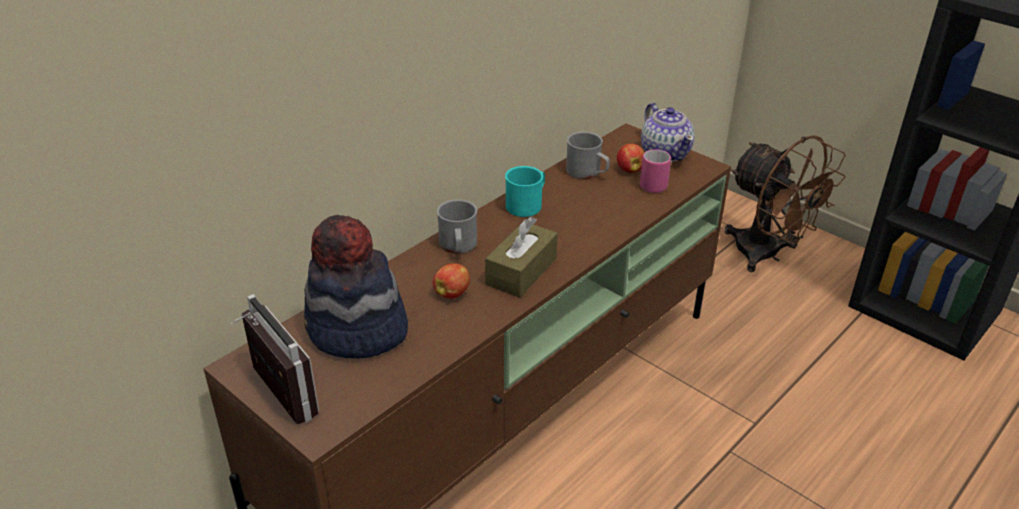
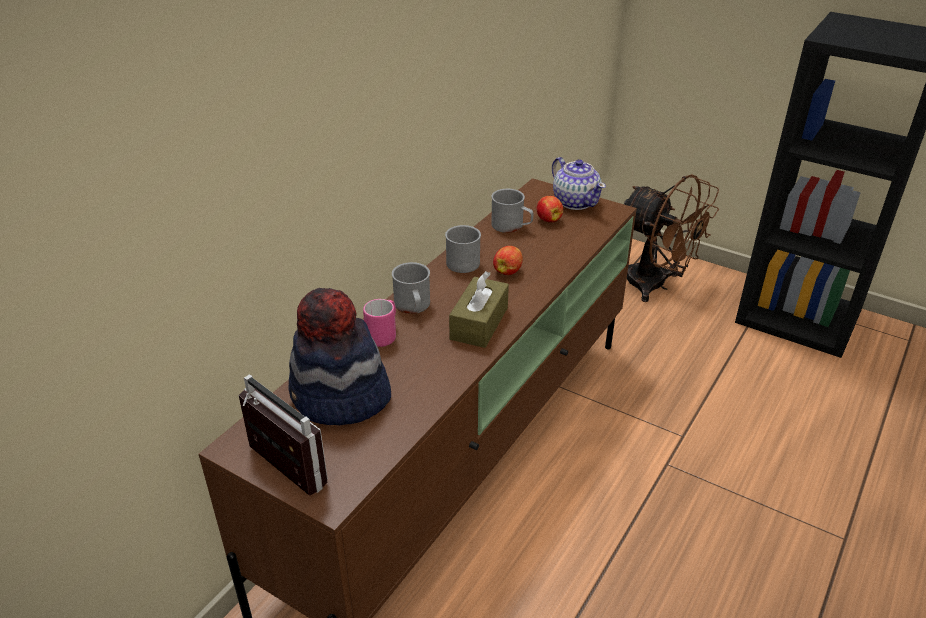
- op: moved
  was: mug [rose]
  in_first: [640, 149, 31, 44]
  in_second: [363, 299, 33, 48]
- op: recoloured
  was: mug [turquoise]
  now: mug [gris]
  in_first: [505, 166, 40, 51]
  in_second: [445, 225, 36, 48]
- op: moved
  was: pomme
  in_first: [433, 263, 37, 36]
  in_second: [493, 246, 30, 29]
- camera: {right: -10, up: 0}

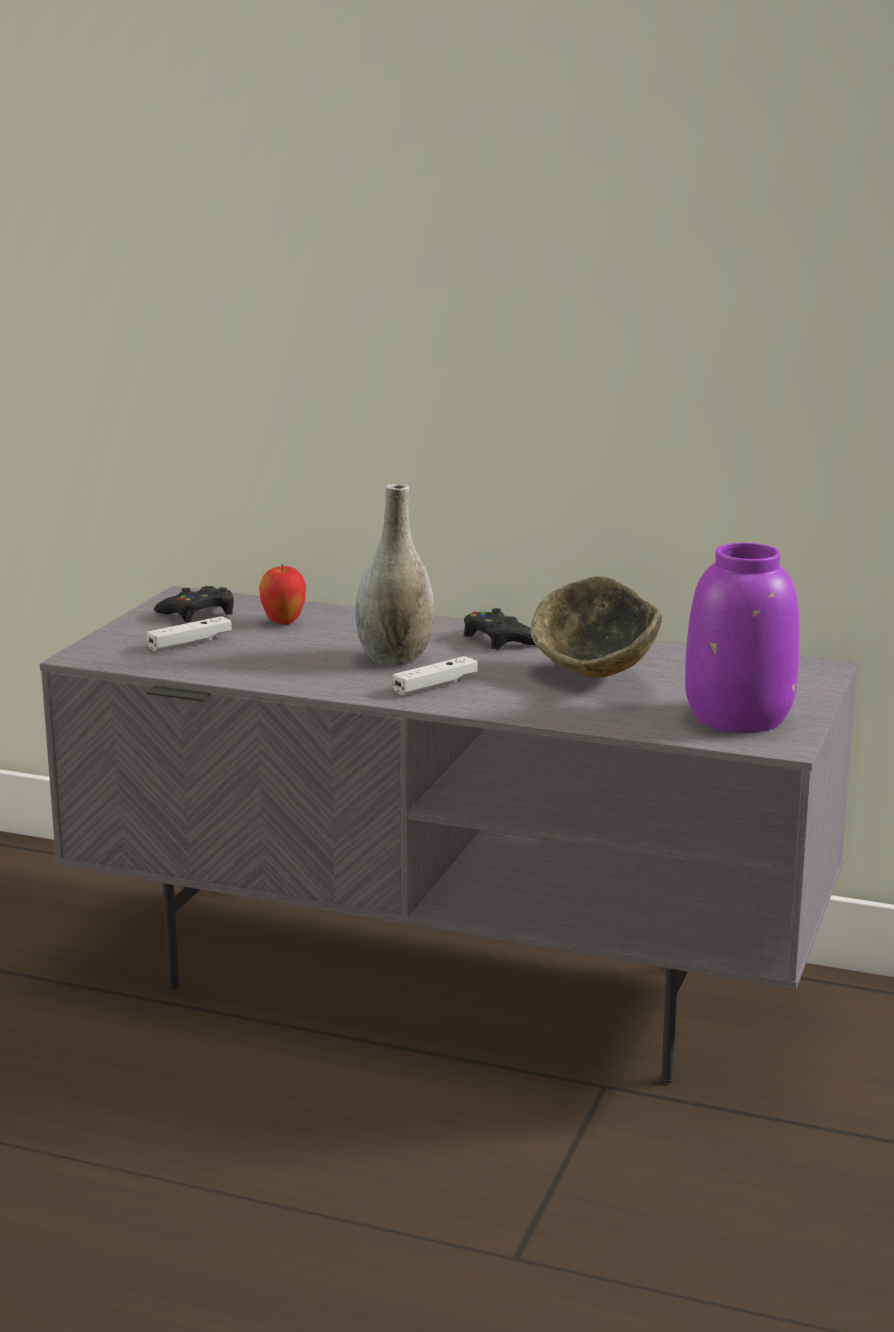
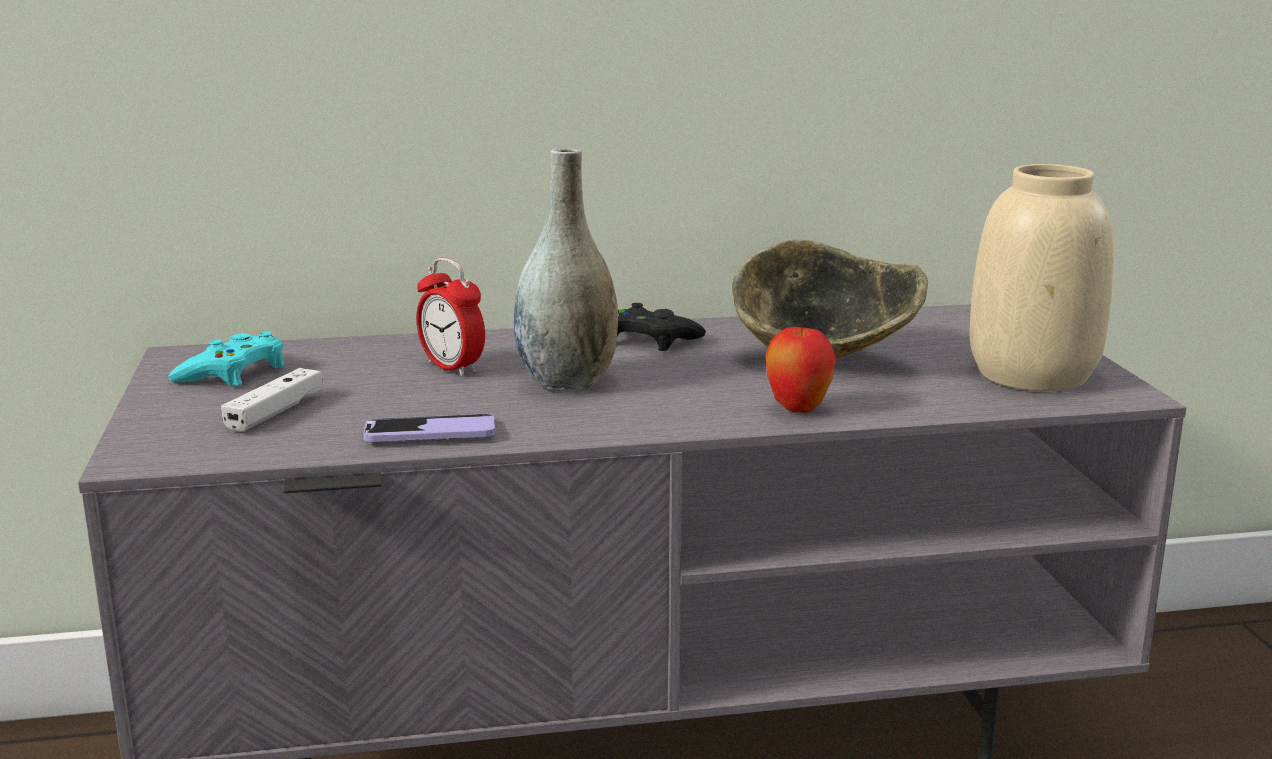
- op: recoloured
  was: manette [noir]
  now: manette [turquoise]
  in_first: [154, 586, 80, 36]
  in_second: [168, 332, 117, 54]
- op: added
  now: téléphone
  in_second: [363, 414, 132, 28]
- op: added
  now: réveil
  in_second: [416, 258, 69, 118]
- op: moved
  was: pomme
  in_first: [259, 564, 47, 61]
  in_second: [765, 324, 71, 89]
- op: recoloured
  was: vase [violet]
  now: vase [beige]
  in_first: [685, 543, 115, 190]
  in_second: [969, 164, 144, 227]
- op: removed
  was: manette [blanc]
  in_first: [392, 656, 86, 40]
- camera: {right: -30, up: 0}

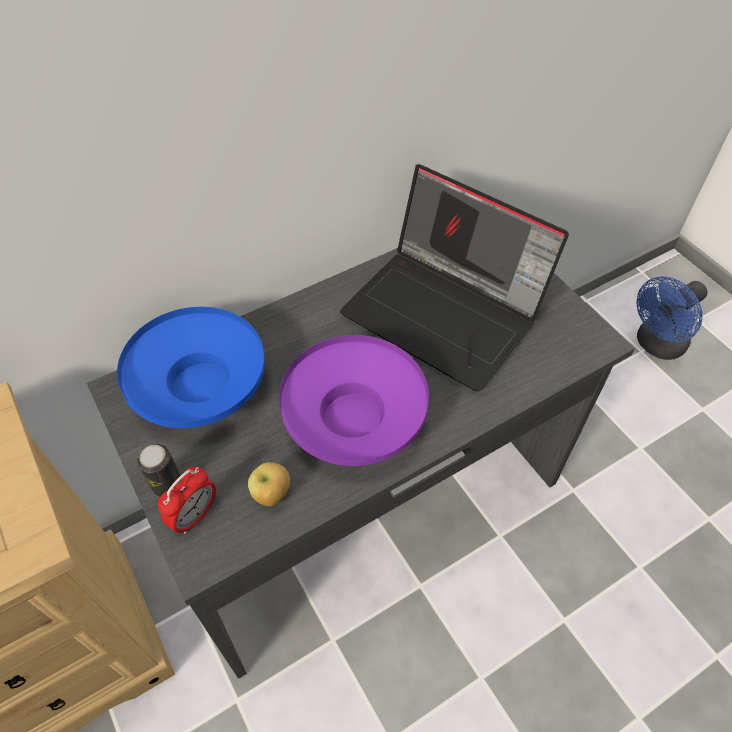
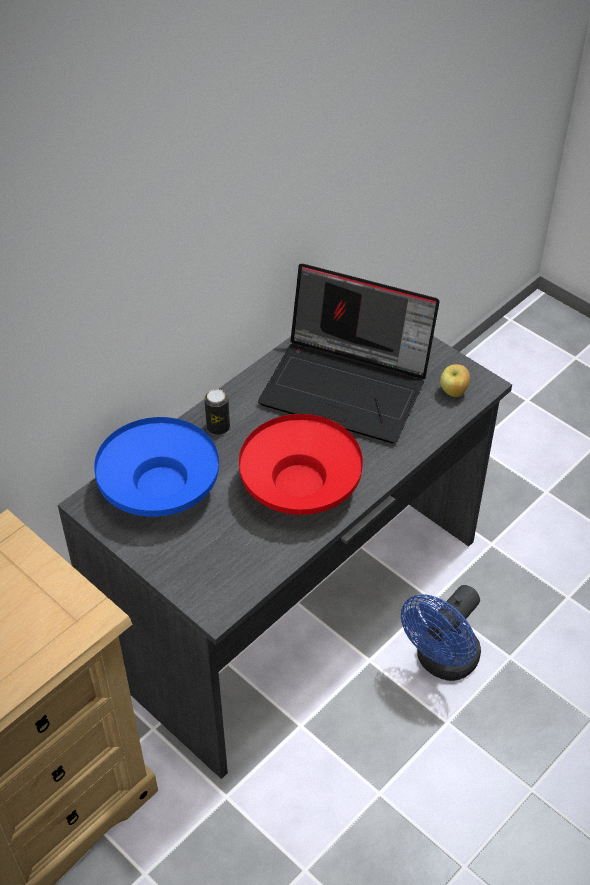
- op: moved
  was: boîte métallique
  in_first: [137, 444, 45, 53]
  in_second: [204, 389, 26, 46]
- op: recoloured
  was: bol [violet]
  now: bol [rouge]
  in_first: [279, 335, 150, 131]
  in_second: [239, 414, 124, 101]
- op: moved
  was: ventilateur [bleu]
  in_first: [637, 276, 71, 84]
  in_second: [401, 585, 80, 96]
- op: moved
  was: pomme
  in_first: [248, 462, 42, 44]
  in_second: [440, 364, 30, 33]
- op: removed
  was: réveil
  in_first: [158, 467, 58, 67]
- camera: {right: -15, up: -5}

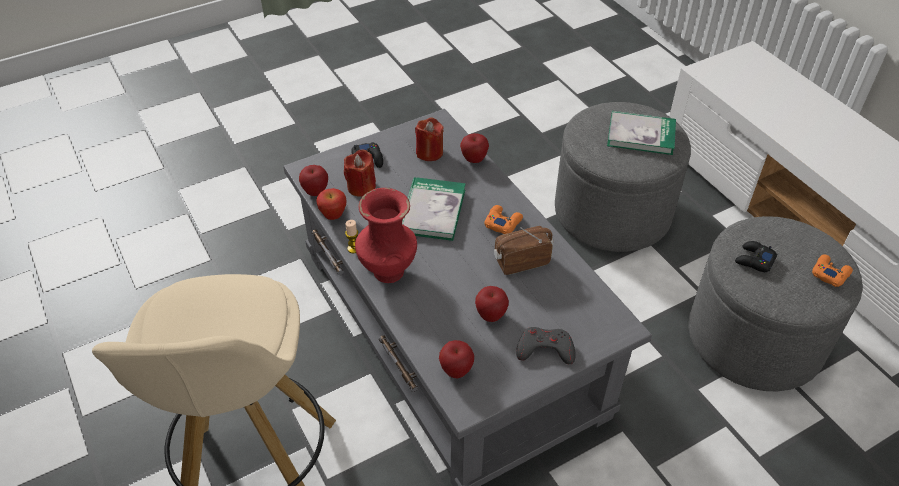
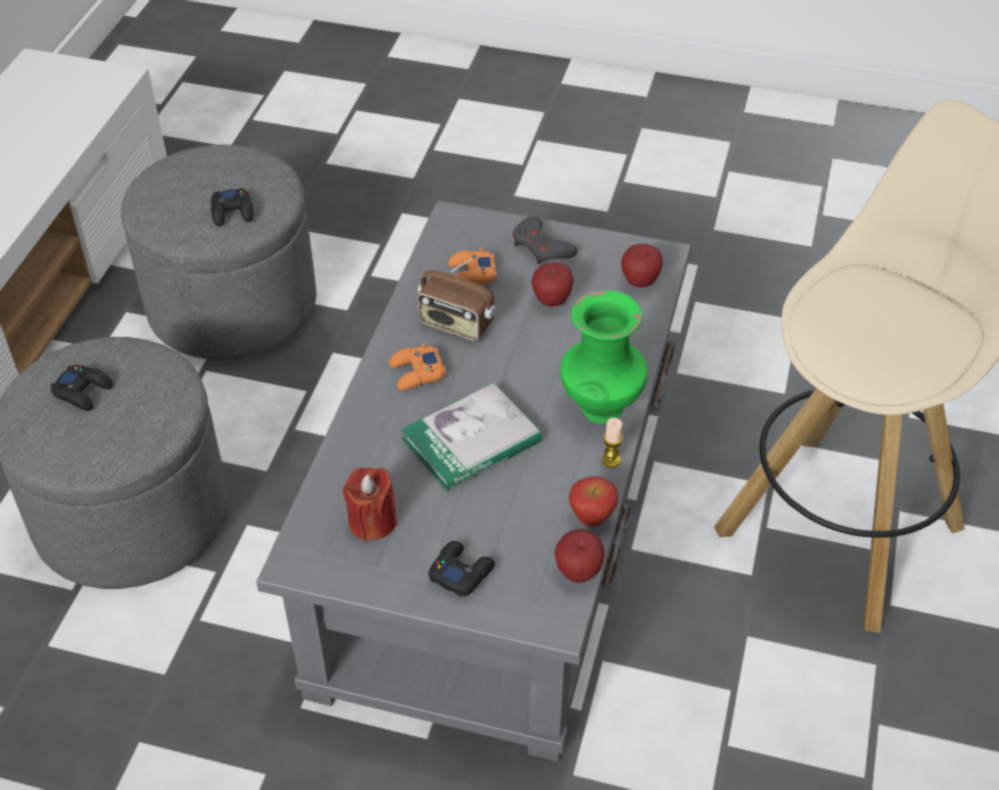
- op: replaced
  was: livre
  now: manette [noir]
  in_first: [607, 111, 69, 44]
  in_second: [50, 365, 63, 46]
- op: moved
  was: manette [orange]
  in_first: [812, 254, 41, 33]
  in_second: [448, 248, 49, 36]
- op: recoloured
  was: vase [rouge]
  now: vase [vert]
  in_first: [355, 188, 62, 95]
  in_second: [560, 290, 88, 134]
- op: removed
  was: bougie [rouge]
  in_first: [344, 150, 32, 47]
- op: removed
  was: pomme
  in_first: [460, 133, 29, 30]
- camera: {right: -135, up: 0}

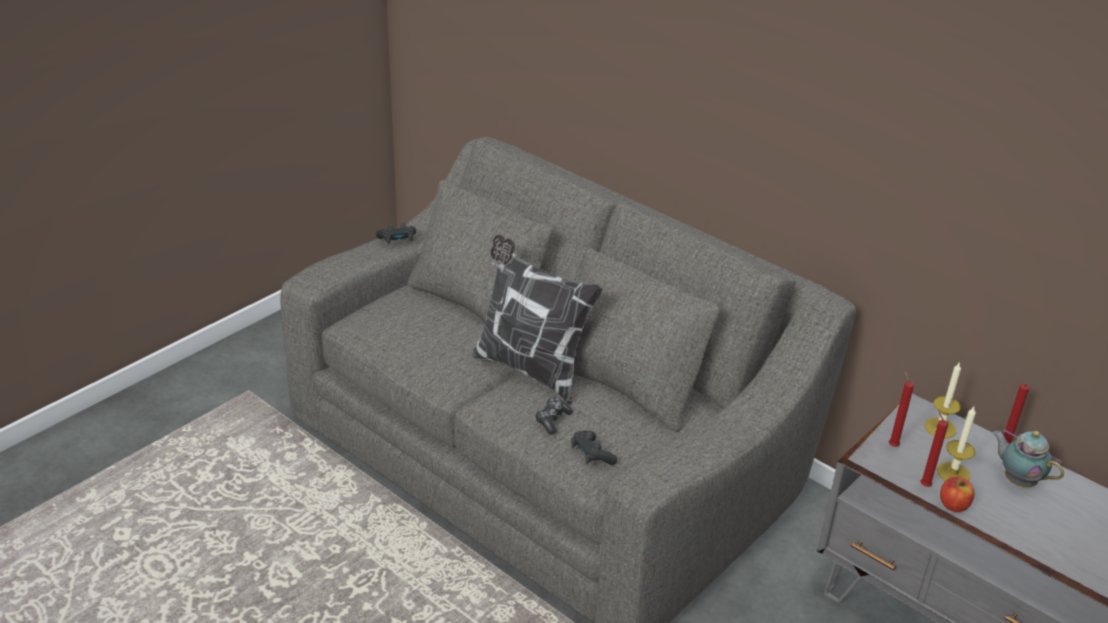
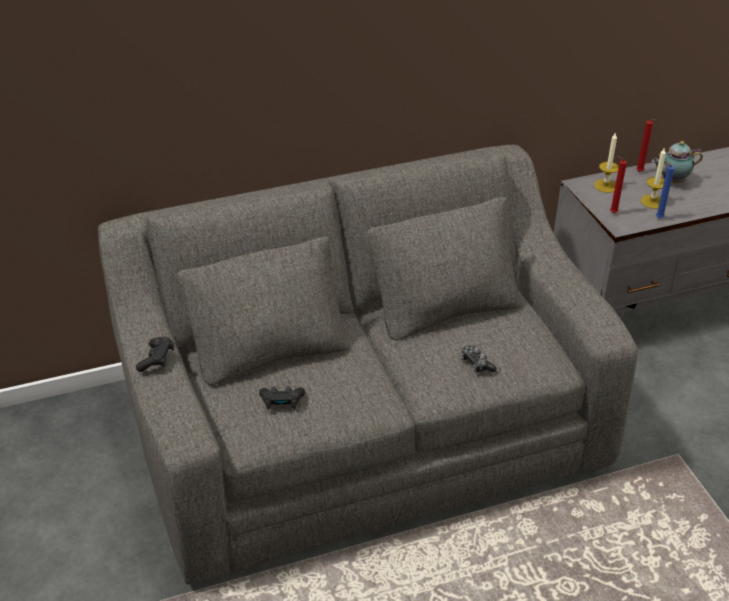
- op: moved
  was: manette [noir]
  in_first: [571, 431, 46, 34]
  in_second: [259, 386, 46, 24]
- op: recoloured
  was: bougie [rouge]
  now: bougie [bleu]
  in_first: [921, 410, 27, 77]
  in_second: [656, 161, 18, 58]
- op: removed
  was: coussin
  in_first: [472, 234, 131, 171]
- op: removed
  was: pomme
  in_first: [940, 477, 34, 35]
- camera: {right: -60, up: 5}

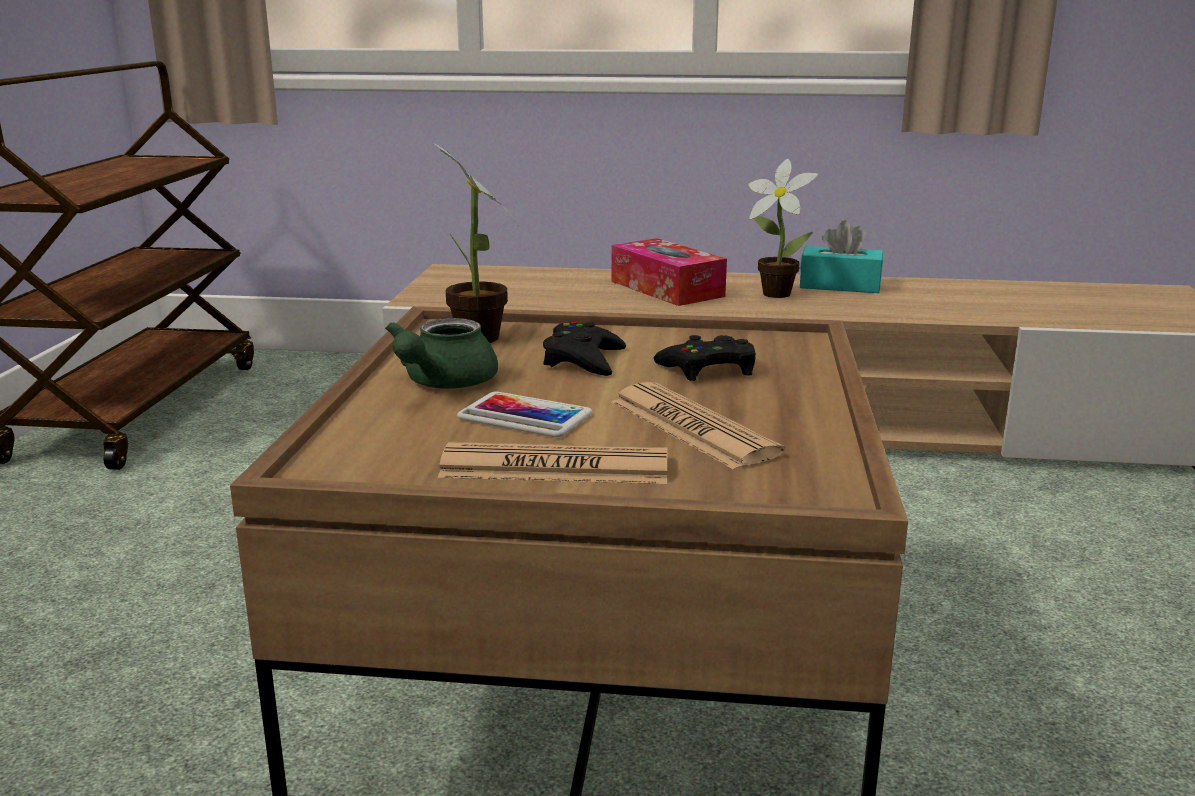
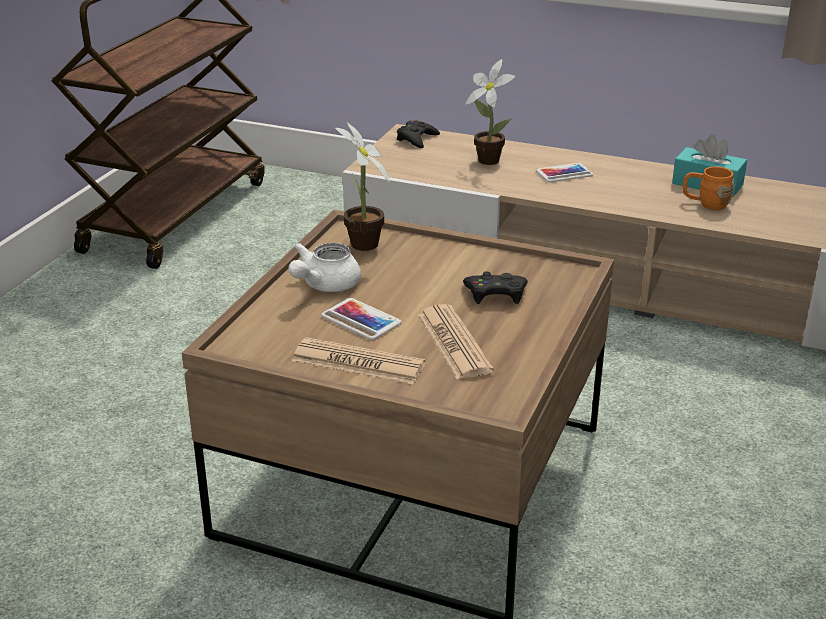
- op: recoloured
  was: théière [vert]
  now: théière [blanc]
  in_first: [385, 318, 113, 71]
  in_second: [288, 243, 73, 49]
- op: moved
  was: manette [noir]
  in_first: [543, 321, 83, 55]
  in_second: [397, 120, 43, 28]
- op: moved
  was: plante en pot
  in_first: [749, 159, 69, 139]
  in_second: [466, 59, 50, 106]
- op: replaced
  was: boîte à mouchoirs
  now: téléphone
  in_first: [611, 238, 116, 68]
  in_second: [536, 163, 57, 19]
- op: added
  now: mug [orange]
  in_second: [682, 166, 53, 44]
- camera: {right: 15, up: 10}

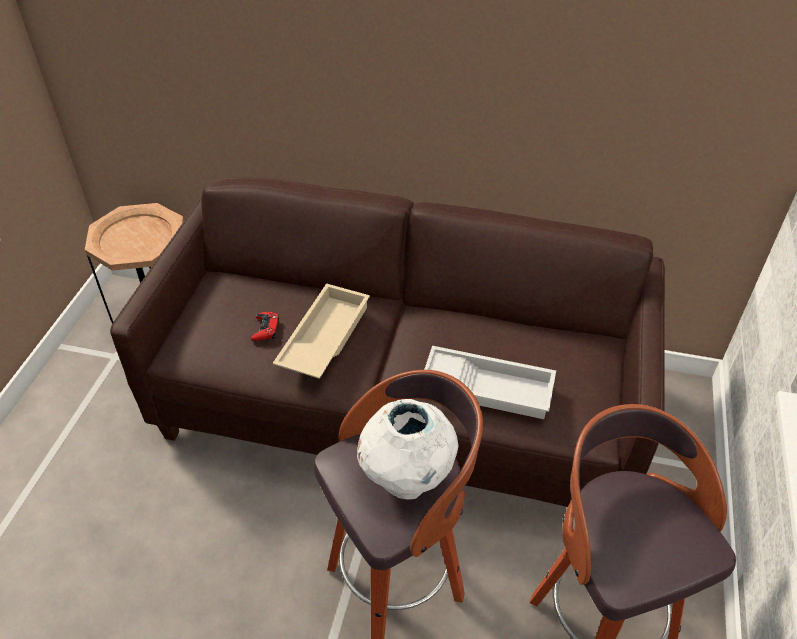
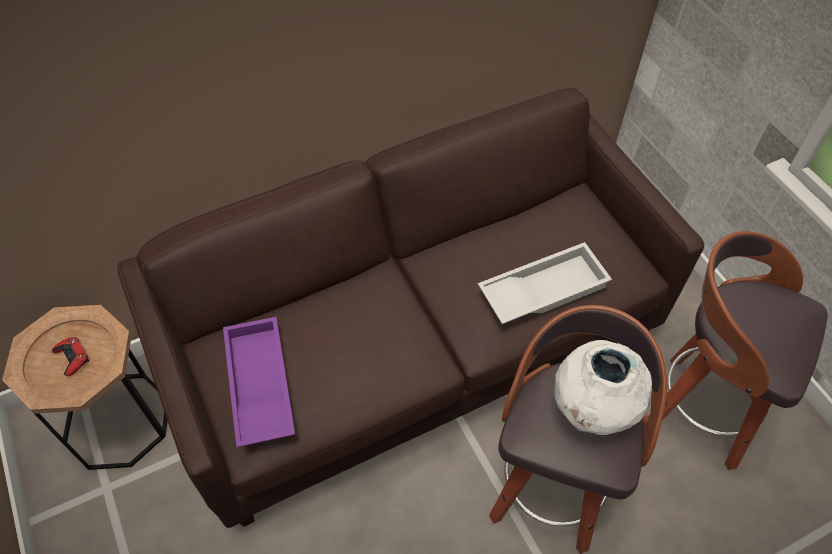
- op: moved
  was: manette [rouge]
  in_first: [250, 312, 29, 29]
  in_second: [52, 337, 37, 39]
- op: added
  now: plateau [violet]
  in_second: [223, 317, 72, 130]
- op: removed
  was: plateau [beige]
  in_first: [273, 283, 97, 96]
- camera: {right: -40, up: 10}

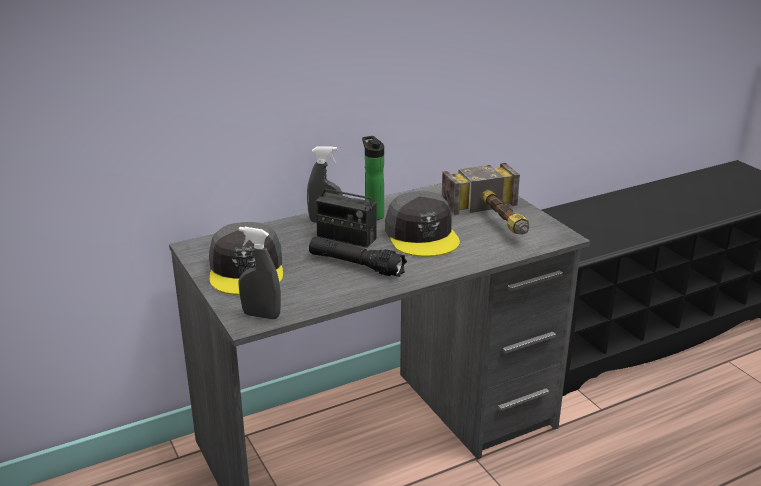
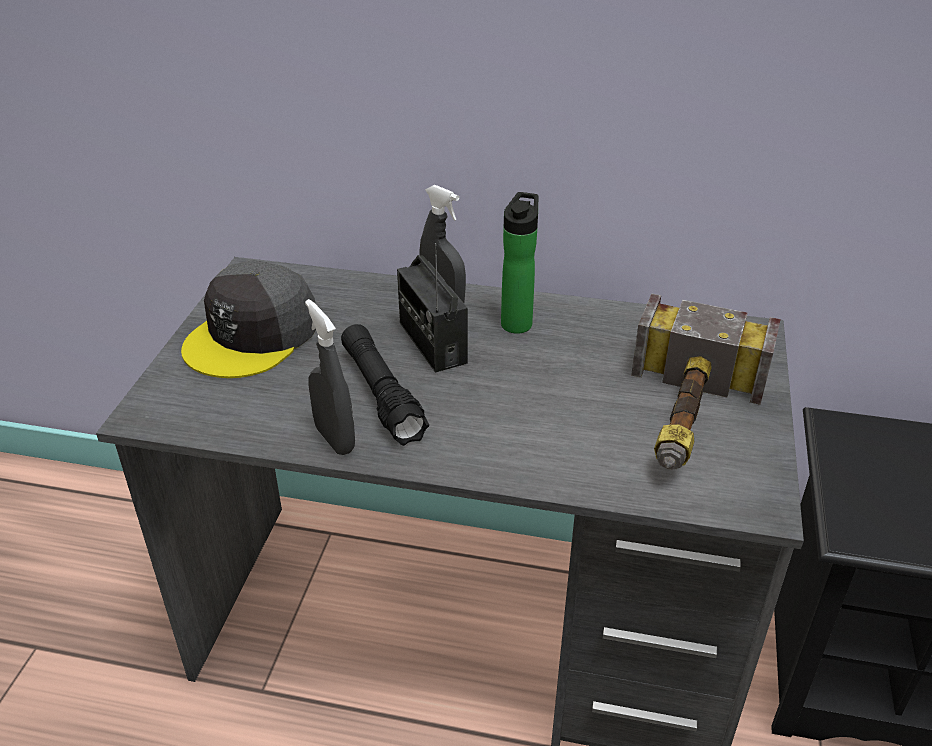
- op: moved
  was: vaporisateur [gris]
  in_first: [239, 227, 42, 92]
  in_second: [305, 299, 50, 156]
- op: removed
  was: casquette [gris]
  in_first: [385, 191, 75, 66]
- camera: {right: 40, up: 10}

